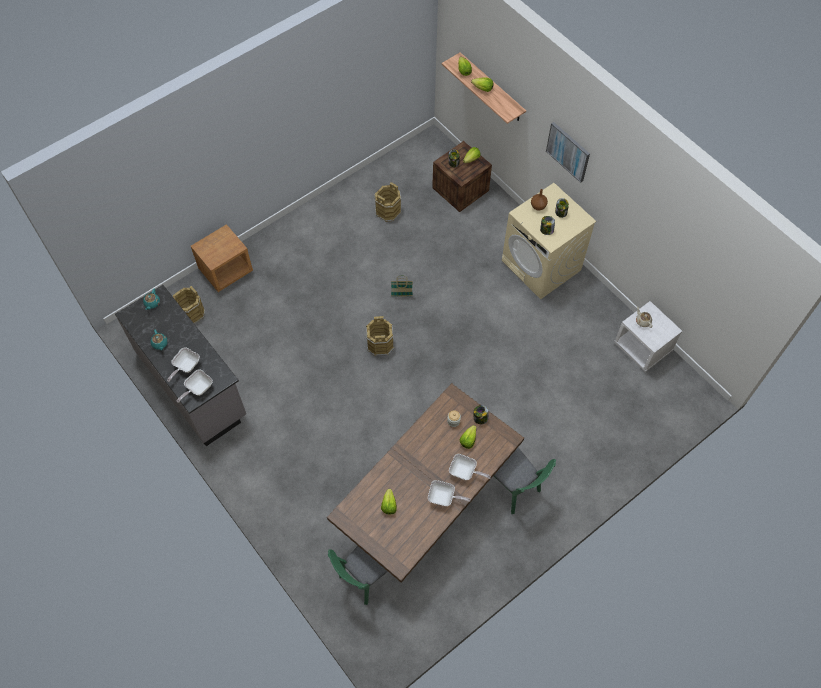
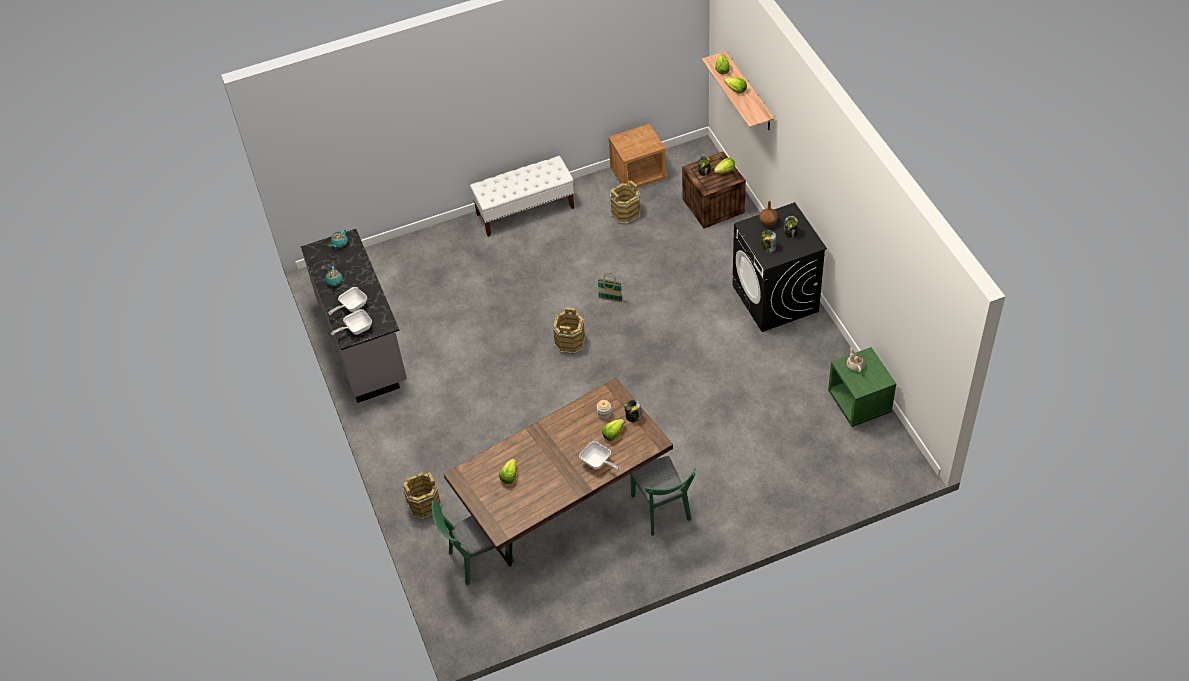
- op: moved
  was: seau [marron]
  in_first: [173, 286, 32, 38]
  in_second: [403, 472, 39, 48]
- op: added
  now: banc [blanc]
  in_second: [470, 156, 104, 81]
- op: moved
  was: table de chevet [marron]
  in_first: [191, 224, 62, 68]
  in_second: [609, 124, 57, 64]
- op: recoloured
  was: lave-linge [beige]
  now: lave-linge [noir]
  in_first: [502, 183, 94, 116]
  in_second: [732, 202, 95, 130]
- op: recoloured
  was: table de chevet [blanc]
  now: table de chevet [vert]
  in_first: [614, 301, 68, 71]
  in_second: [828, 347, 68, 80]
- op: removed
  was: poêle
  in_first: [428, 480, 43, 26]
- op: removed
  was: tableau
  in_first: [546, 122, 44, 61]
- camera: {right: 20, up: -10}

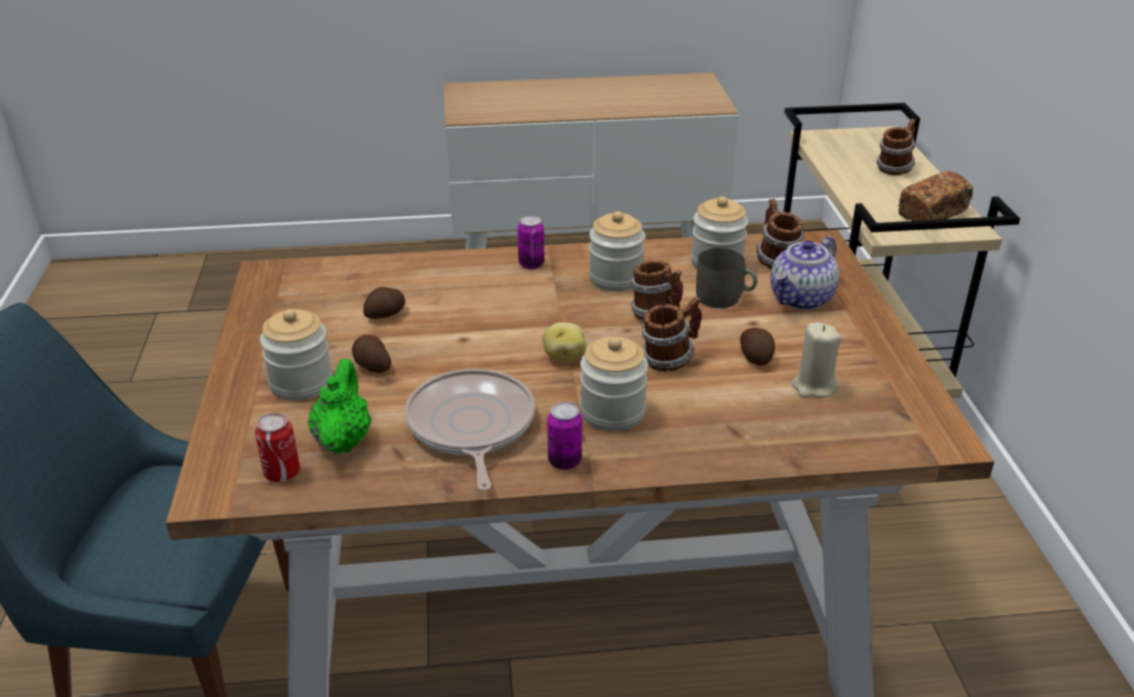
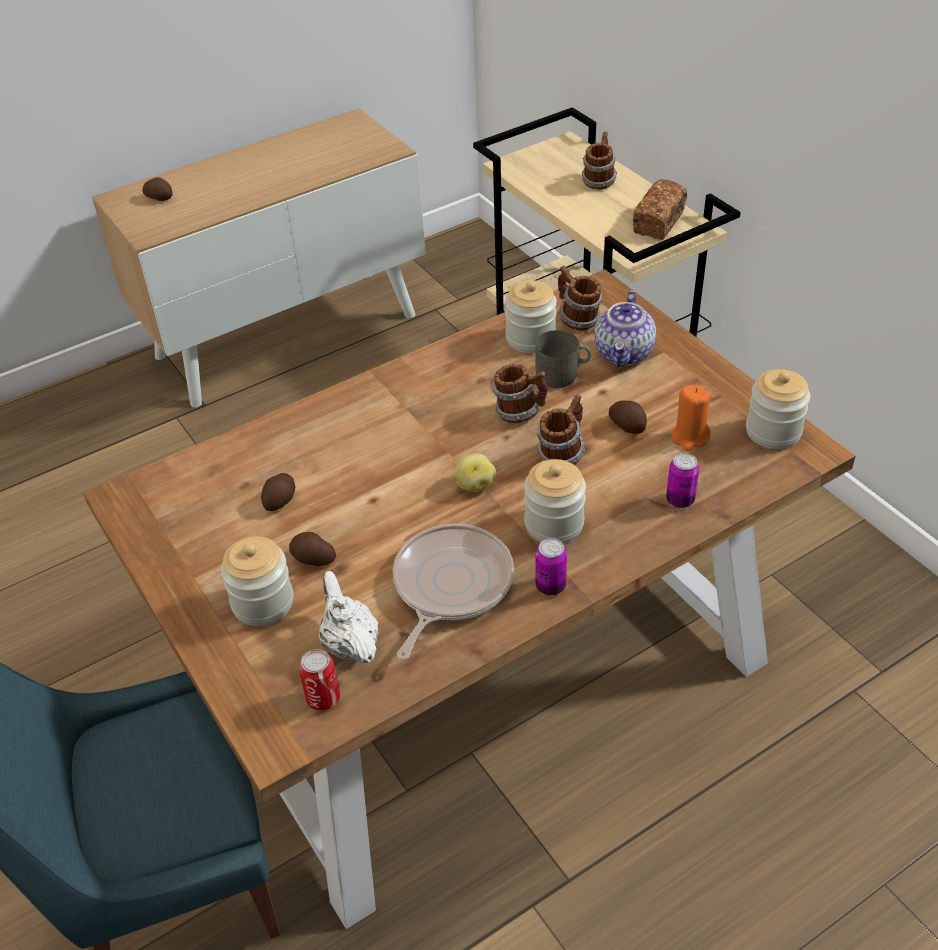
- op: added
  now: pomme de terre
  in_second: [142, 177, 31, 24]
- op: recoloured
  was: théière [vert]
  now: théière [blanc]
  in_first: [308, 359, 63, 95]
  in_second: [319, 571, 59, 93]
- op: turned
  was: poêle
  in_first: [405, 369, 130, 122]
  in_second: [393, 524, 121, 136]
  clockwise: 60
- op: moved
  was: boîte métallique
  in_first: [517, 216, 27, 53]
  in_second: [666, 453, 33, 55]
- op: recoloured
  was: bougie [beige]
  now: bougie [orange]
  in_first: [791, 323, 50, 75]
  in_second: [672, 385, 39, 66]
- op: moved
  was: bocal
  in_first: [589, 211, 56, 80]
  in_second: [746, 369, 64, 80]
- camera: {right: -25, up: 10}

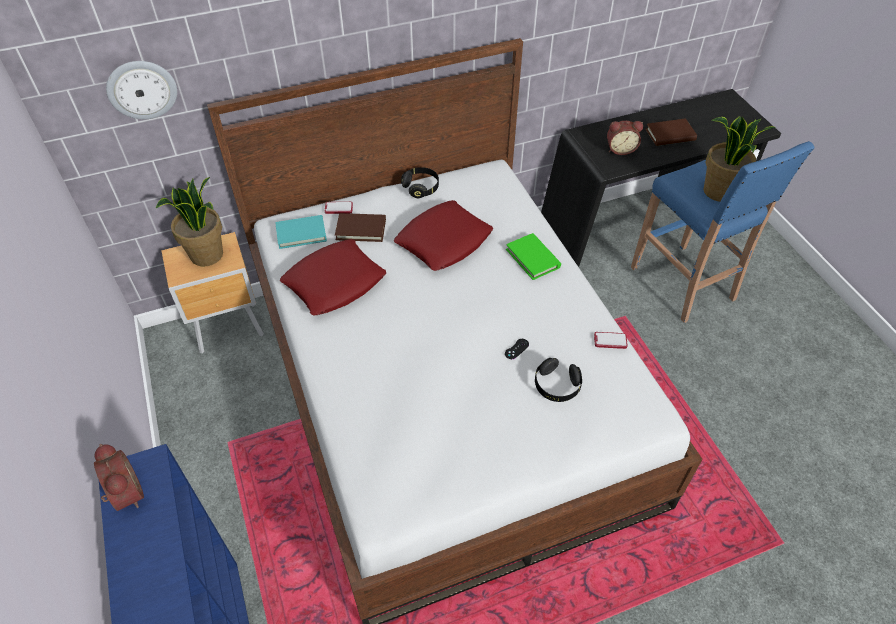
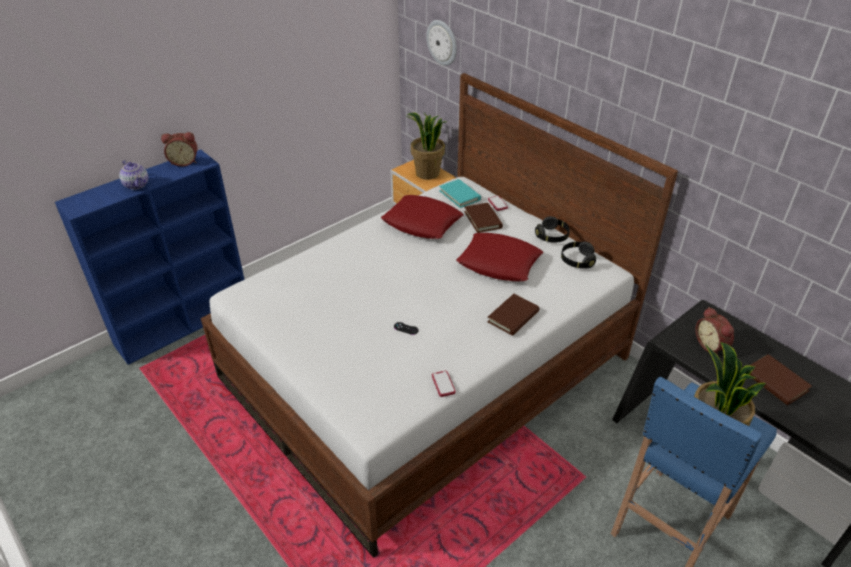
- op: added
  now: théière
  in_second: [119, 160, 30, 30]
- op: turned
  was: réveil
  in_first: [94, 444, 50, 67]
  in_second: [161, 132, 36, 35]
  clockwise: 45
- op: recoloured
  was: livre [vert]
  now: livre [marron]
  in_first: [506, 233, 55, 47]
  in_second: [487, 294, 52, 42]
- op: moved
  was: casque audio [noir]
  in_first: [535, 358, 47, 44]
  in_second: [561, 242, 35, 26]
- camera: {right: 70, up: -10}

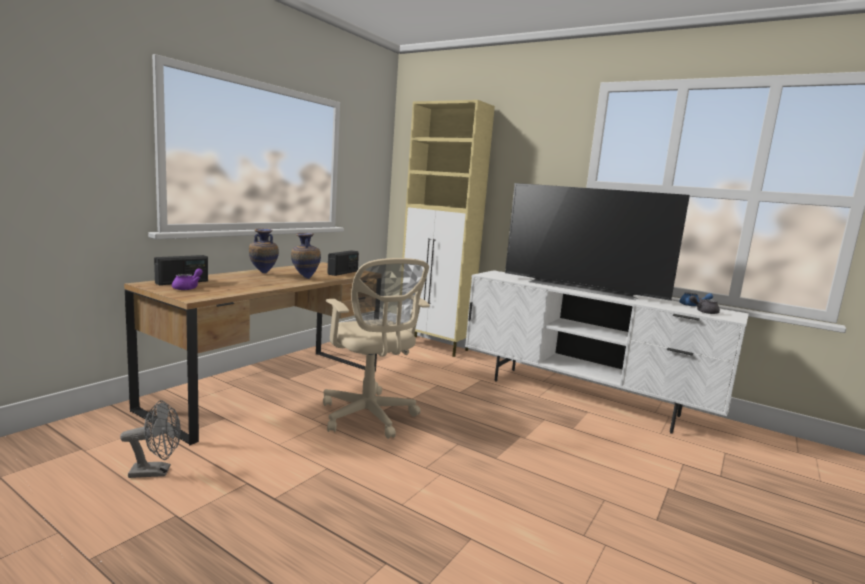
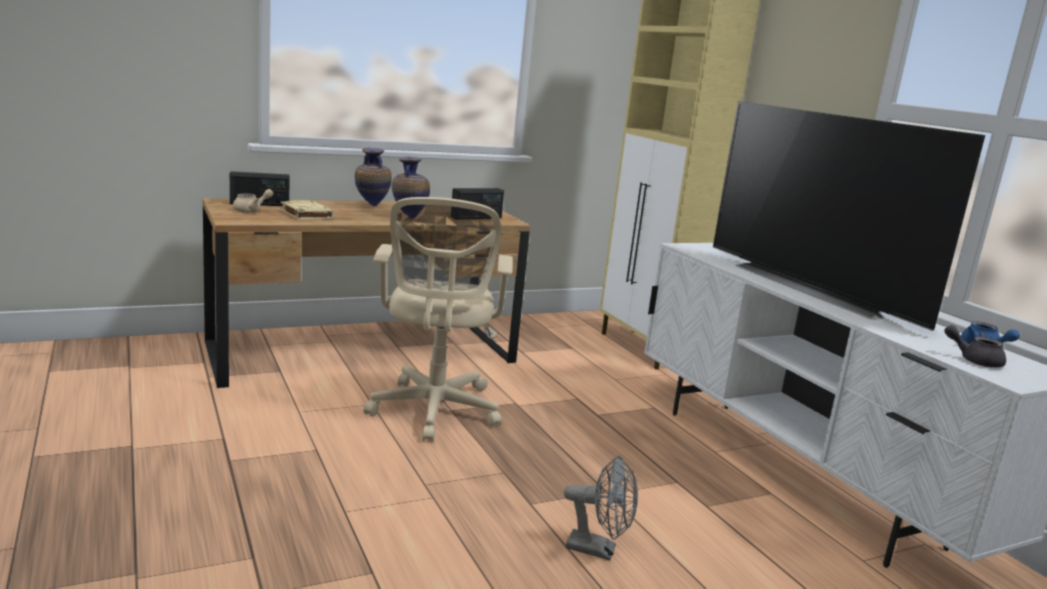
- op: recoloured
  was: théière [violet]
  now: théière [beige]
  in_first: [172, 268, 31, 22]
  in_second: [233, 189, 40, 23]
- op: added
  now: livre [beige]
  in_second: [280, 200, 54, 20]
- op: moved
  was: ventilateur [gris]
  in_first: [120, 400, 61, 78]
  in_second: [564, 456, 74, 105]
- camera: {right: 30, up: 5}

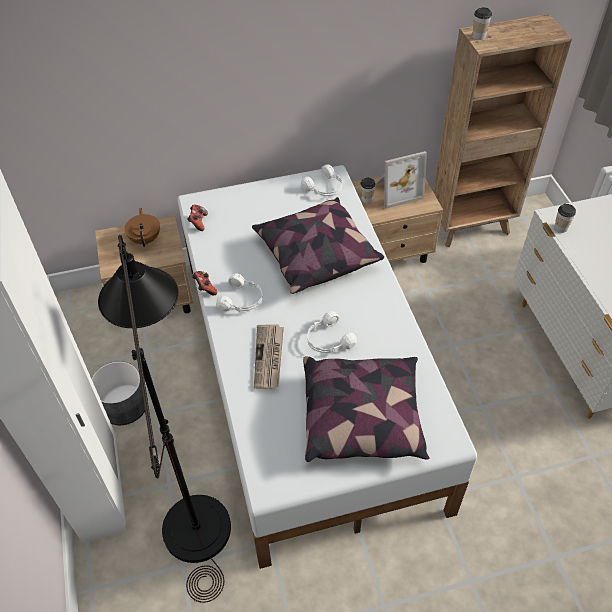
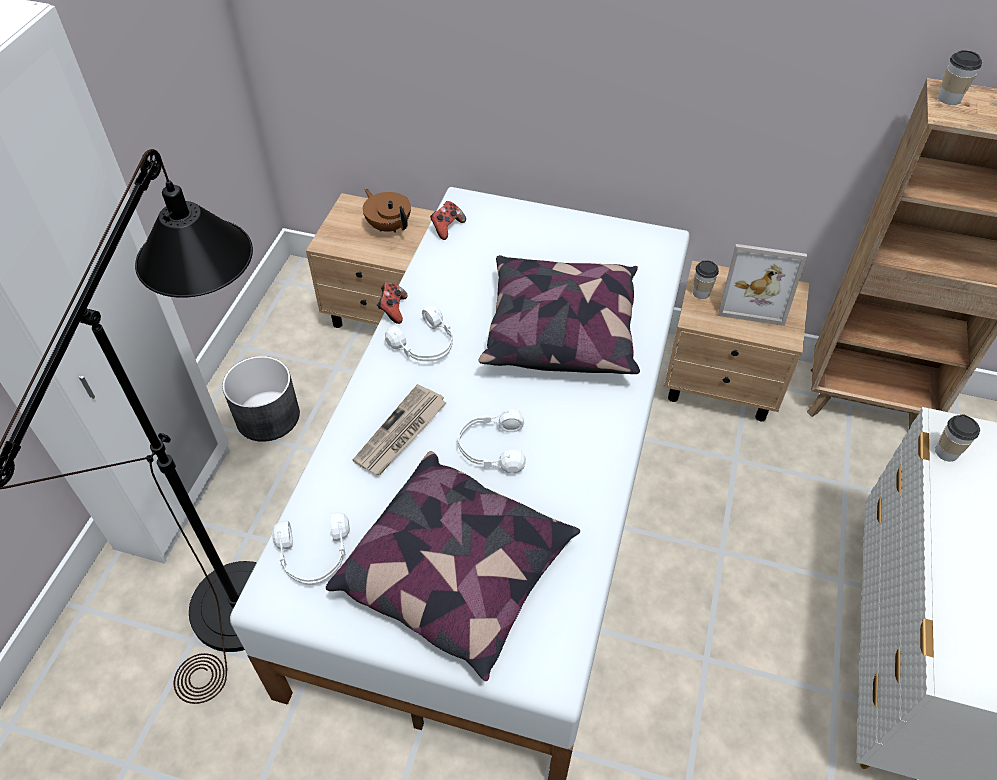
- op: moved
  was: casque audio [blanc]
  in_first: [301, 165, 41, 31]
  in_second: [272, 513, 78, 72]
- op: turned
  was: théière [marron]
  in_first: [124, 208, 36, 39]
  in_second: [363, 189, 48, 43]
  clockwise: -60
- camera: {right: 30, up: 0}

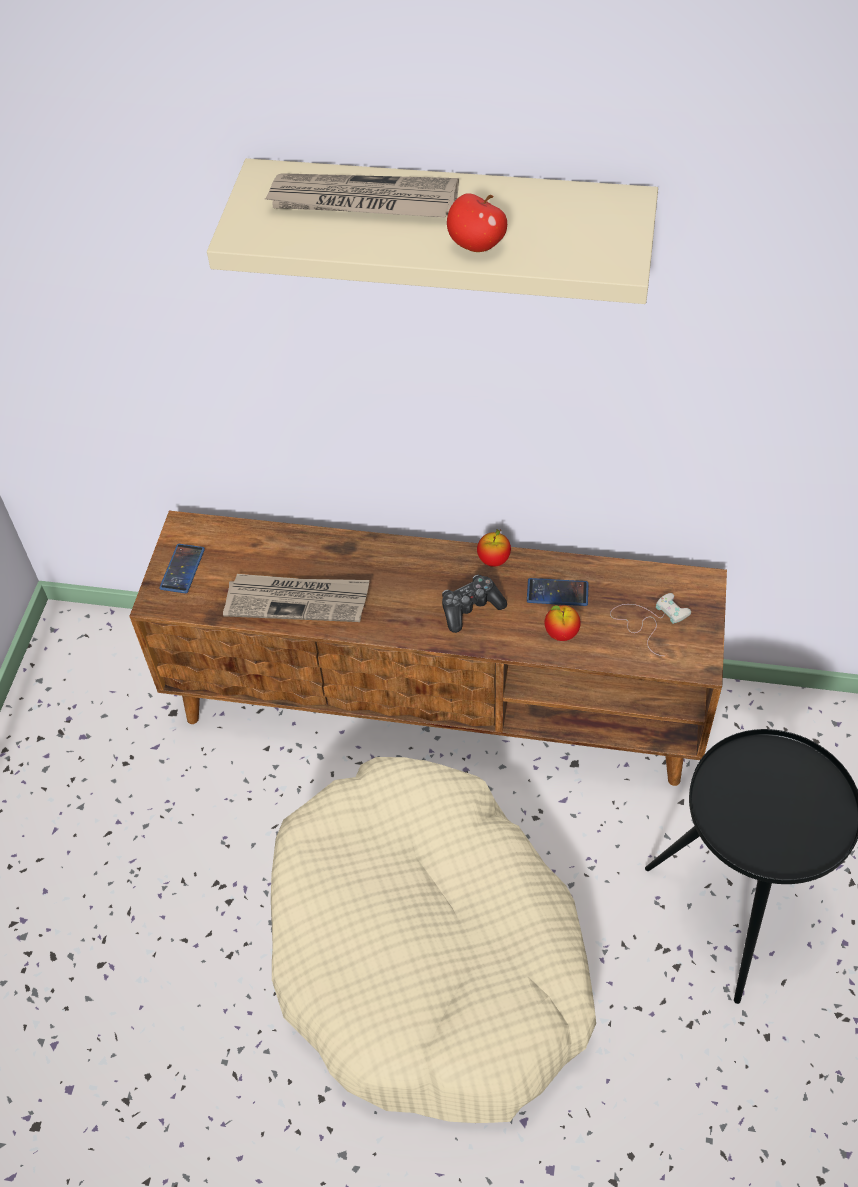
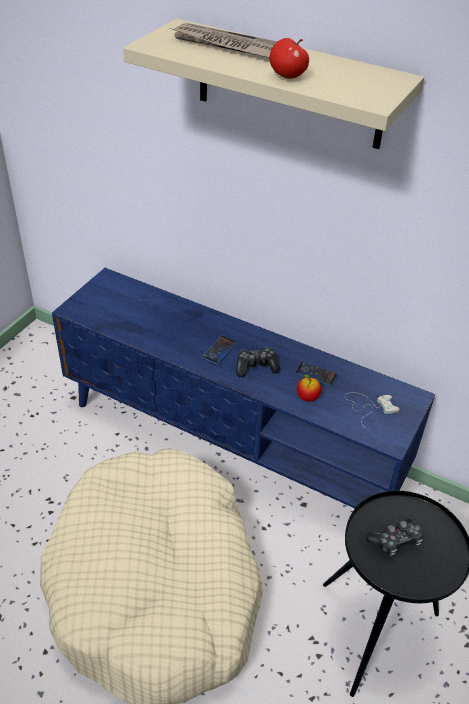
- op: recoloured
  was: meuble télé [marron]
  now: meuble télé [bleu]
  in_first: [129, 511, 598, 275]
  in_second: [52, 268, 383, 240]
- op: moved
  was: téléphone
  in_first: [159, 544, 46, 49]
  in_second: [201, 335, 37, 30]
- op: added
  now: manette
  in_second: [366, 519, 57, 38]
- op: removed
  was: journal
  in_first: [223, 574, 146, 48]
- op: removed
  was: pomme
  in_first: [477, 529, 34, 38]
- camera: {right: 15, up: -10}

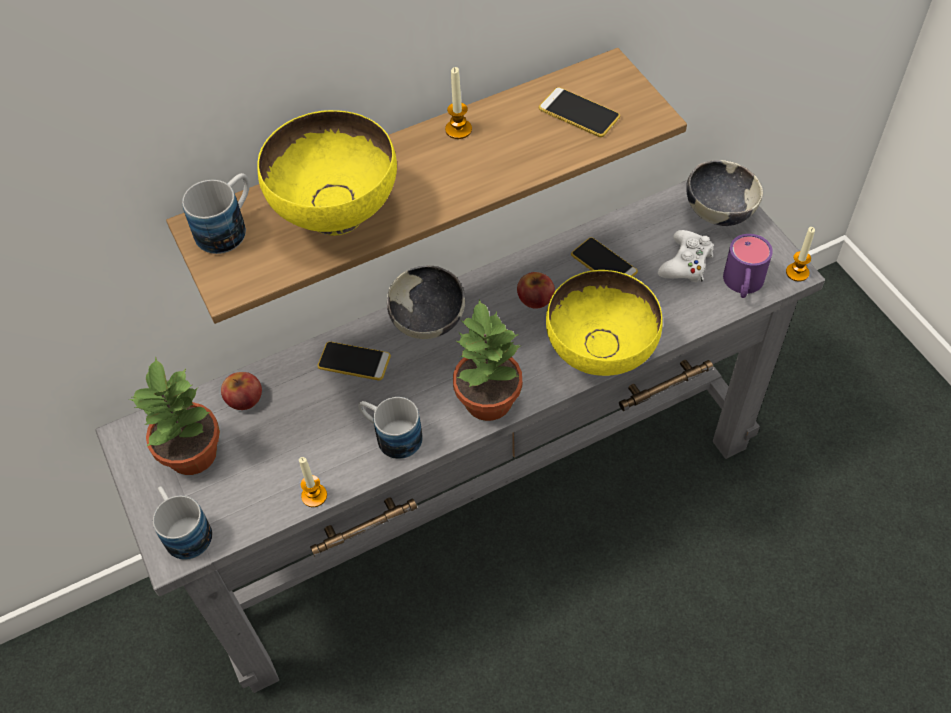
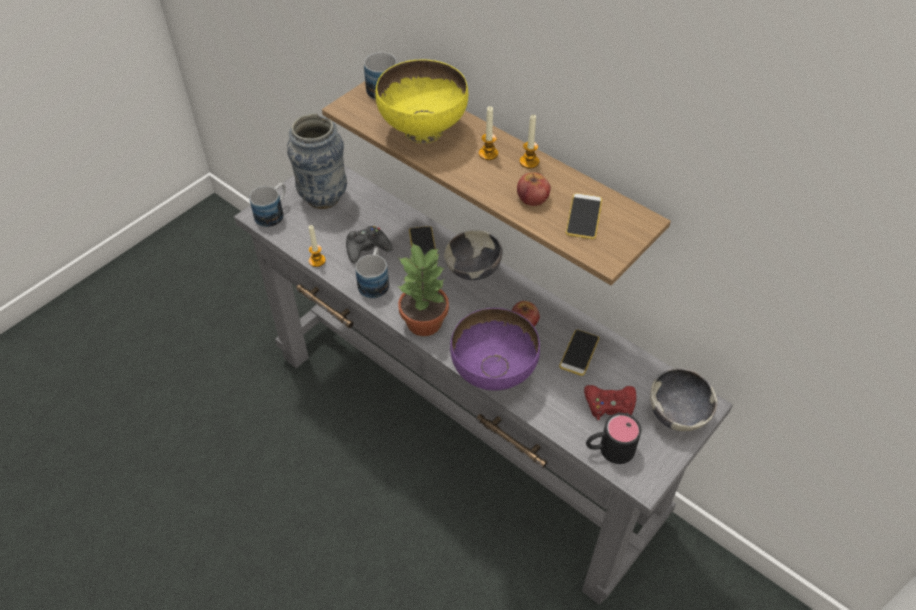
- op: replaced
  was: plante en pot
  now: vase
  in_first: [129, 356, 91, 119]
  in_second: [287, 113, 60, 96]
- op: added
  now: manette [noir]
  in_second: [346, 226, 46, 37]
- op: recoloured
  was: bol [jaune]
  now: bol [violet]
  in_first: [546, 270, 117, 106]
  in_second: [450, 308, 90, 83]
- op: moved
  was: bougie
  in_first: [786, 227, 29, 55]
  in_second: [479, 106, 19, 54]
- op: moved
  was: pomme
  in_first: [221, 372, 41, 38]
  in_second: [517, 172, 34, 34]
- op: recoloured
  was: manette [blanc]
  now: manette [rouge]
  in_first: [658, 230, 56, 52]
  in_second: [584, 385, 52, 35]
- op: recoloured
  was: mug [violet]
  now: mug [noir]
  in_first: [723, 234, 50, 64]
  in_second: [586, 413, 55, 51]
- camera: {right: 65, up: -5}

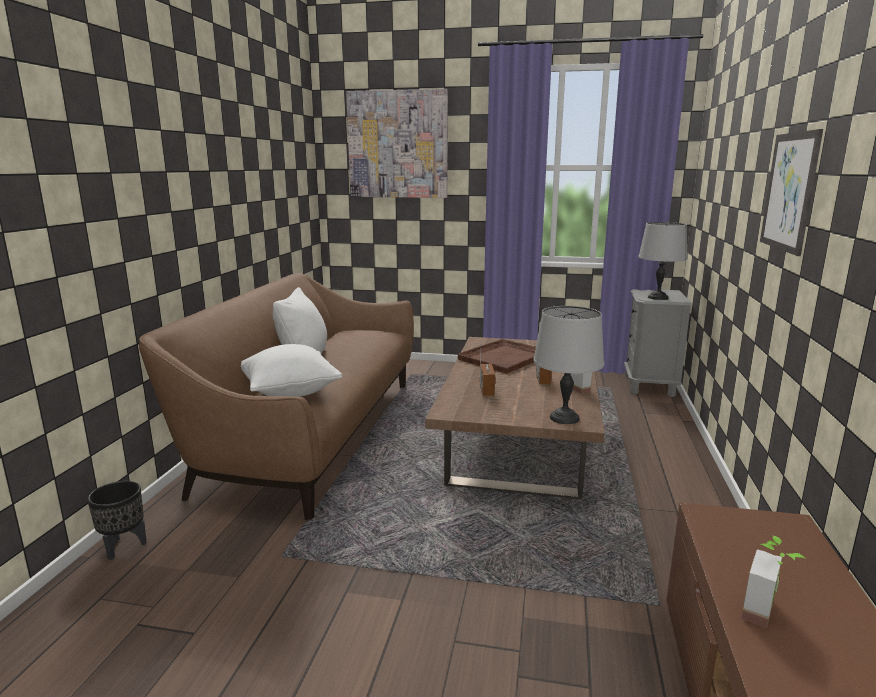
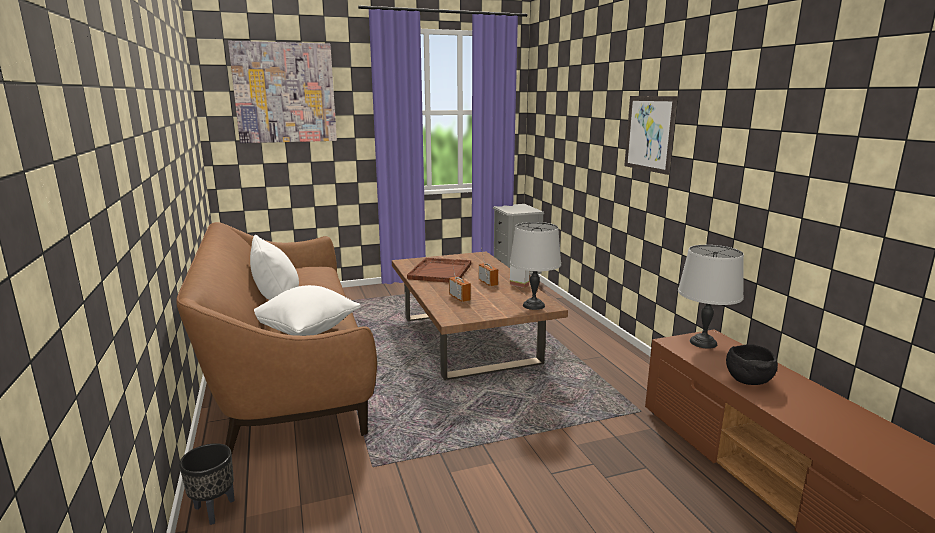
- op: moved
  was: lampe de table [gris]
  in_first: [638, 222, 49, 78]
  in_second: [678, 245, 66, 104]
- op: replaced
  was: plante en pot
  now: bol [noir]
  in_first: [741, 536, 65, 92]
  in_second: [726, 344, 52, 41]
- camera: {right: -30, up: 0}

